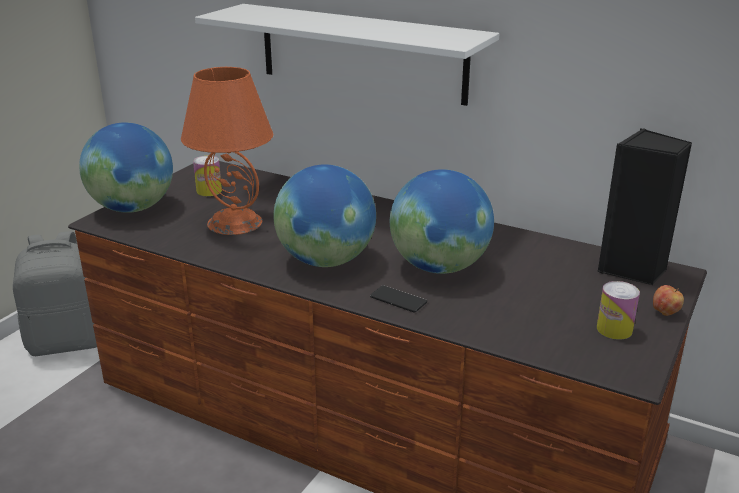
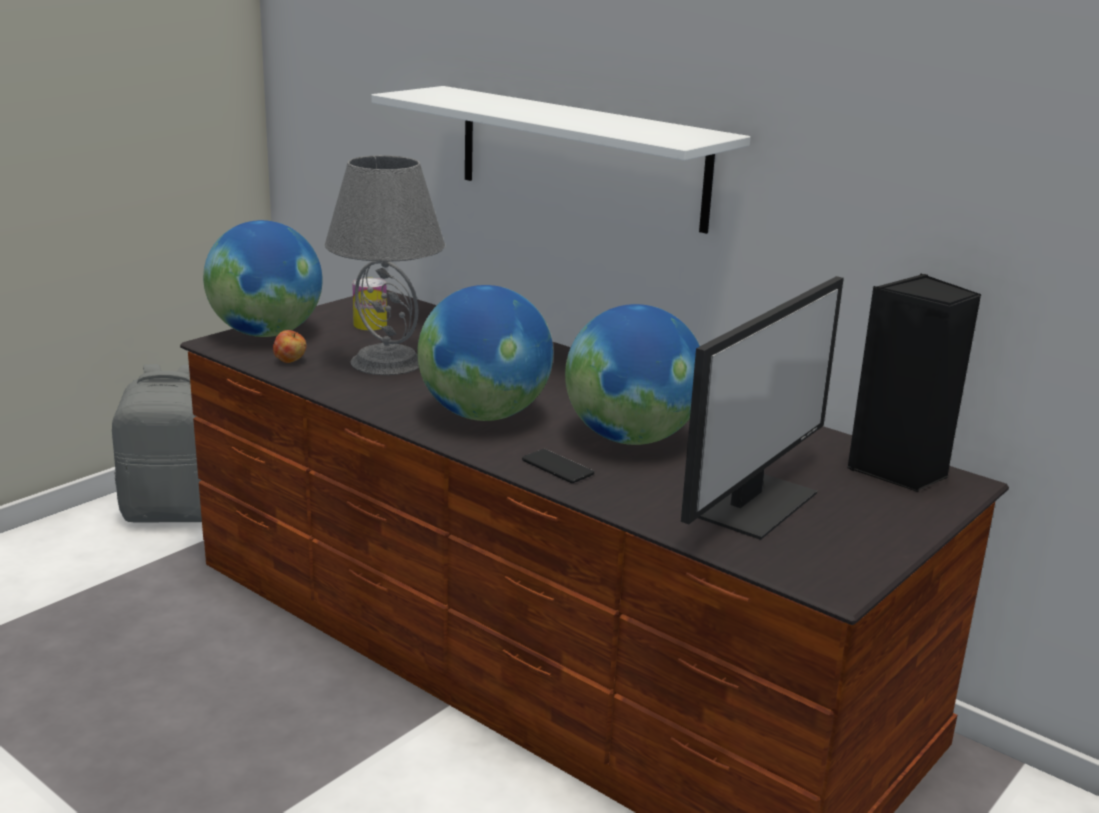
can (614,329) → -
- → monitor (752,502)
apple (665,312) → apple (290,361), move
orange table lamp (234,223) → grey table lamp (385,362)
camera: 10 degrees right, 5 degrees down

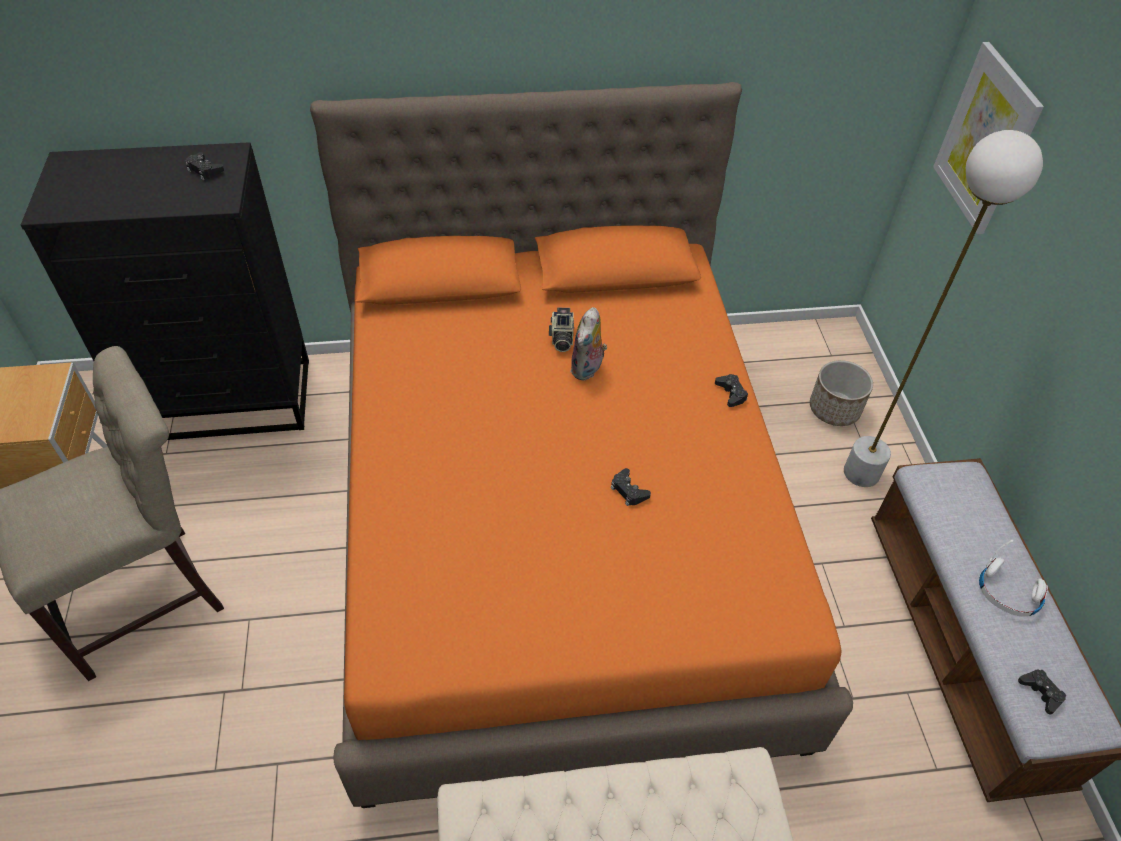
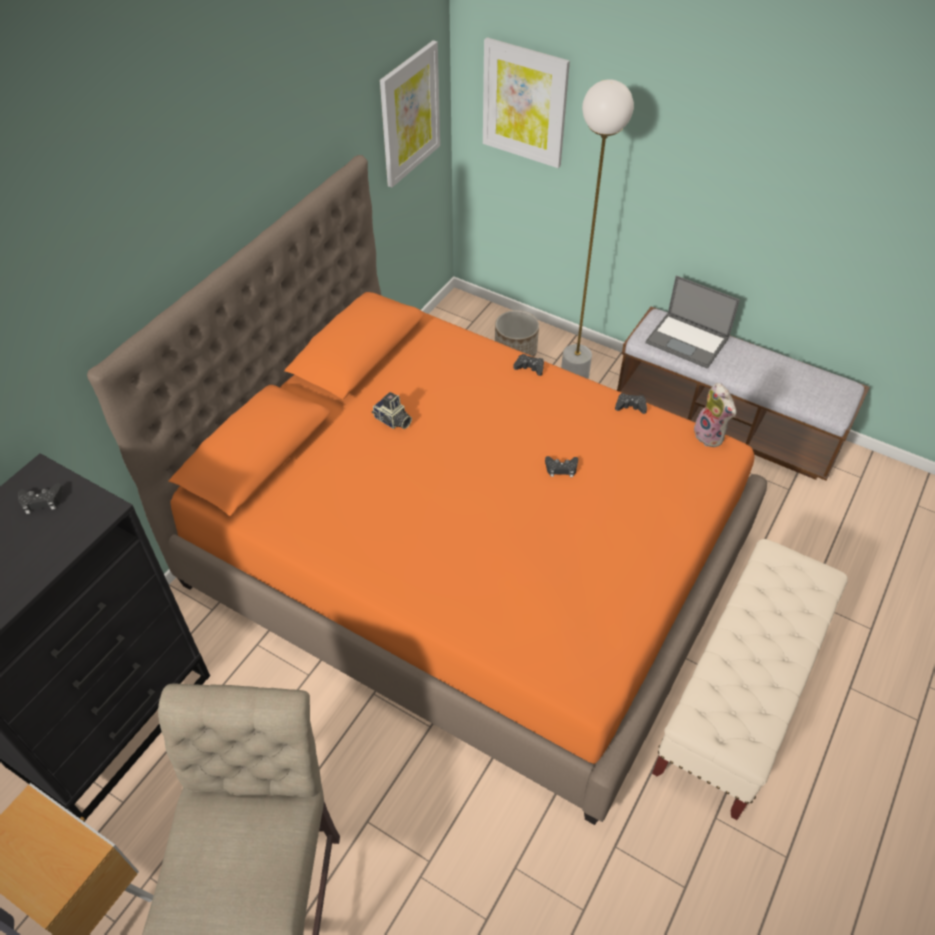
white headphones (1008,593) → -
- → picture (409,114)
- → laptop (688,340)
plush toy (588,369) → plush toy (711,435), move
black game controller (1040,692) → black game controller (630,406), move
camera: 50 degrees left, 0 degrees up

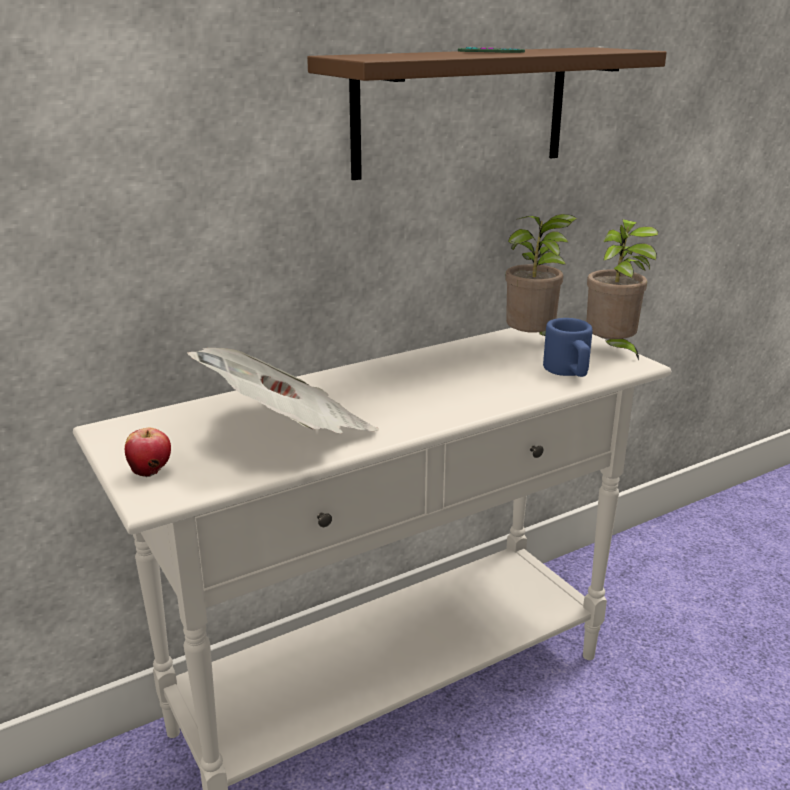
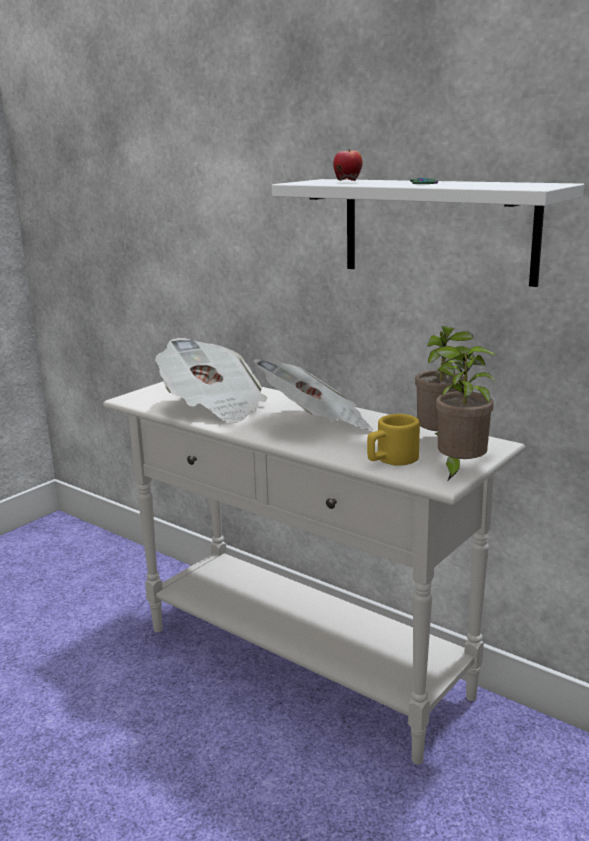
- → newspaper (315,424)
apple (151,472) → apple (348,182), move
brown shelf (462,111) → white shelf (437,229)
blue mug (569,371) → yellow mug (391,460)
camera: 70 degrees right, 5 degrees down

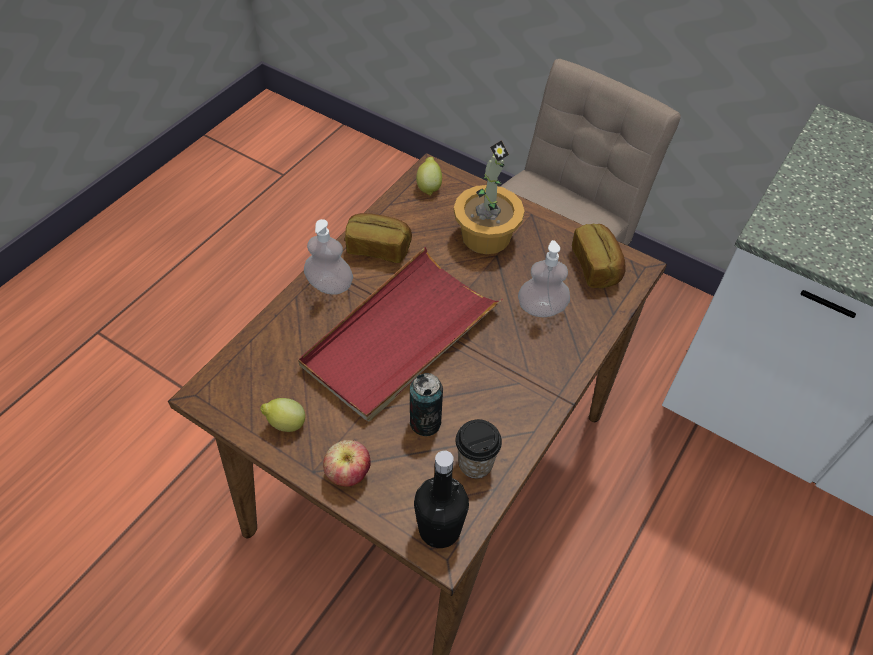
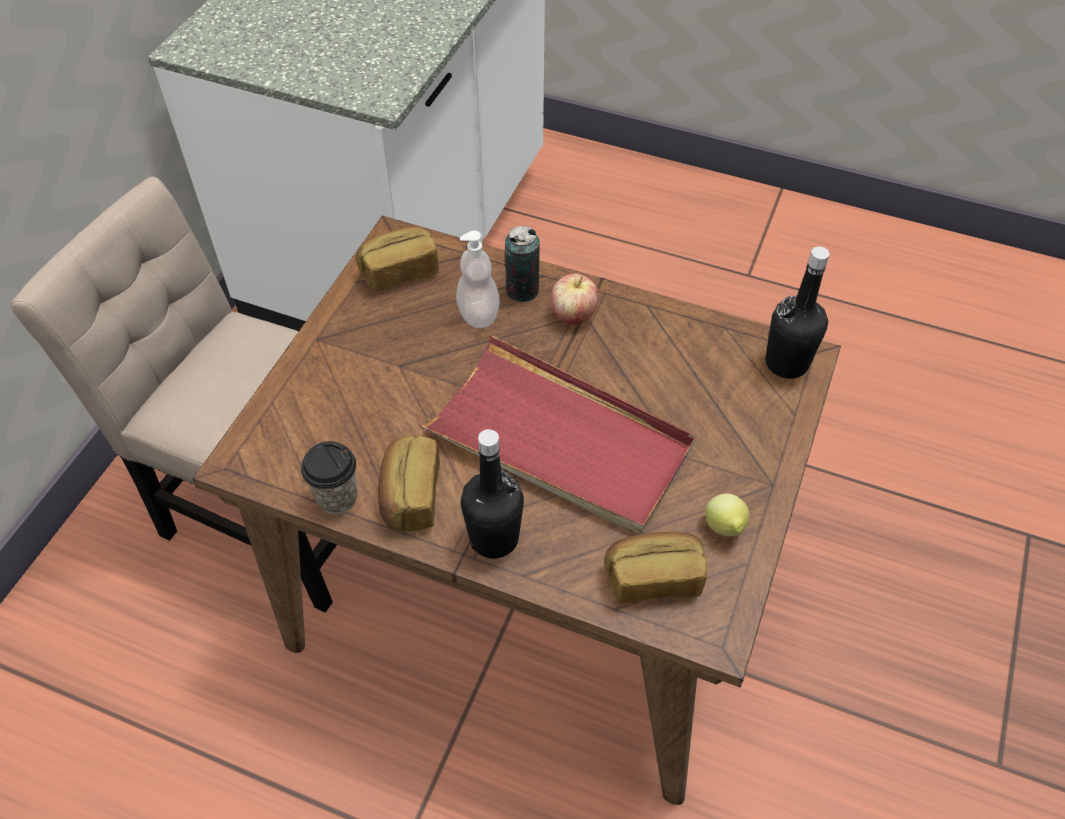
lemon (429,187) → -
potted plant (485,235) → -
- → bread (653,577)
apple (348,474) → apple (574,315), move
can (425,422) → can (522,290), move
cup (475,463) → cup (337,497), move
soap dispenser (330,285) → black bottle (494,538)
camera: 100 degrees left, 0 degrees up

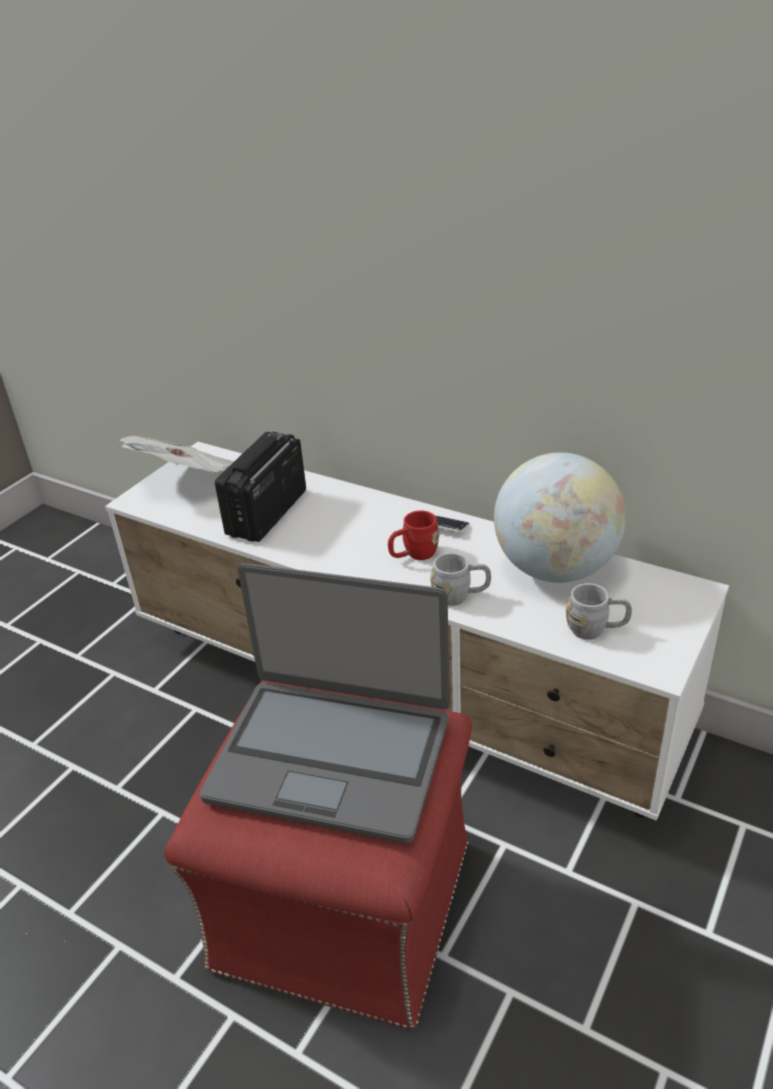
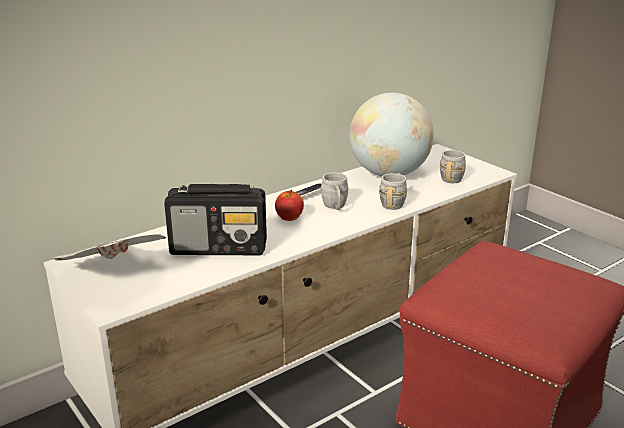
laptop (331,756) → -
- → apple (289,218)
red mug (414,554) → grey mug (335,207)
radio (266,514) → radio (219,248), 45 degrees counterclockwise
camera: 70 degrees left, 10 degrees down

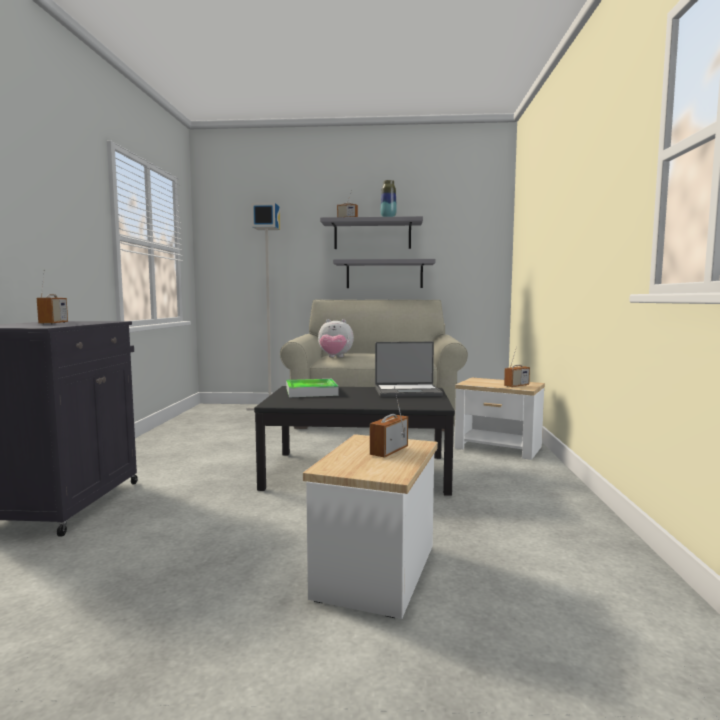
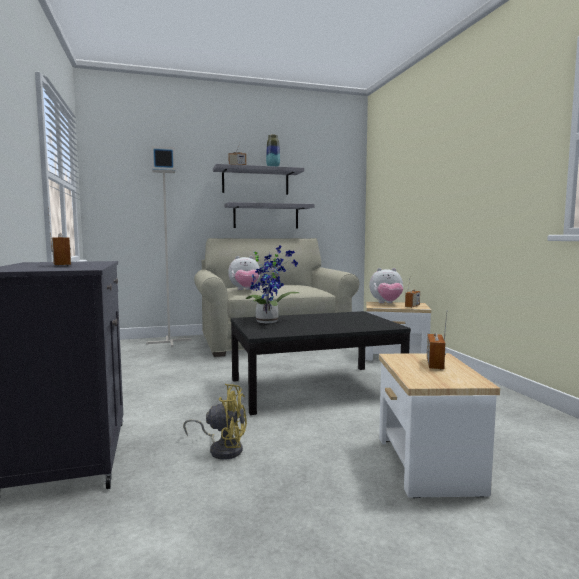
laptop (407,392) → -
- → yellow fan (222,449)
- → plush toy (386,303)
tray (311,392) → potted plant (269,321)
camera: 20 degrees left, 0 degrees up

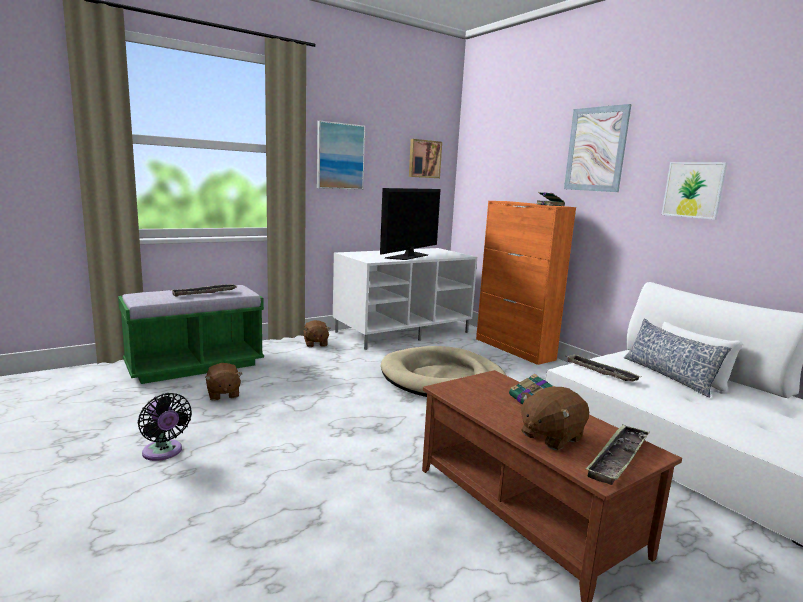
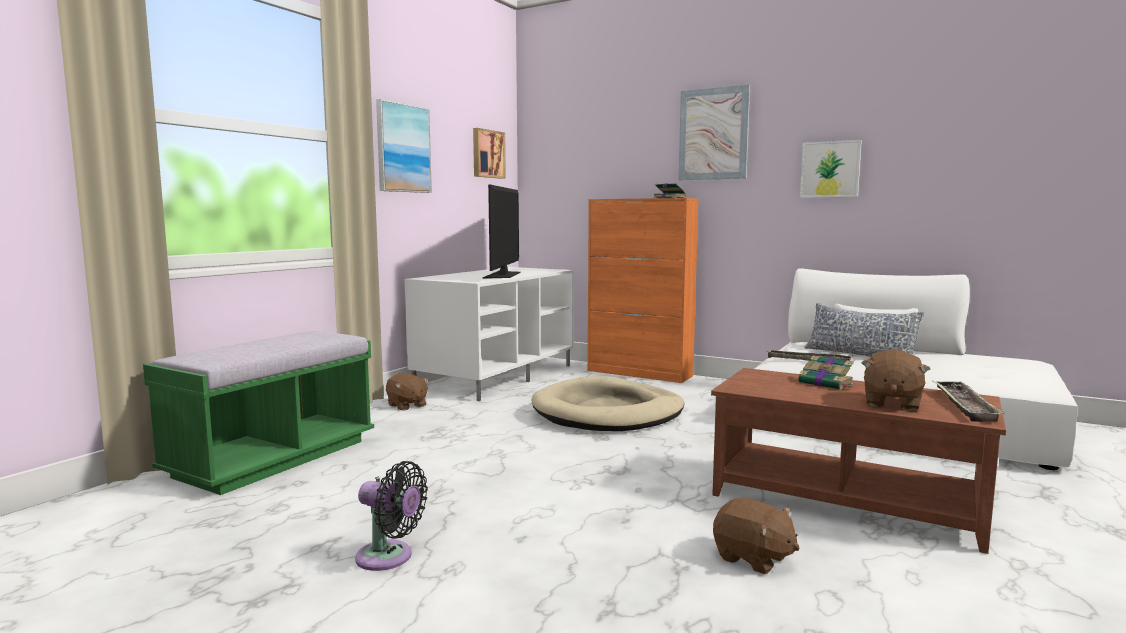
tray (205,293) → -
brown plush toy (223,394) → brown plush toy (753,558), move
camera: 25 degrees left, 5 degrees down

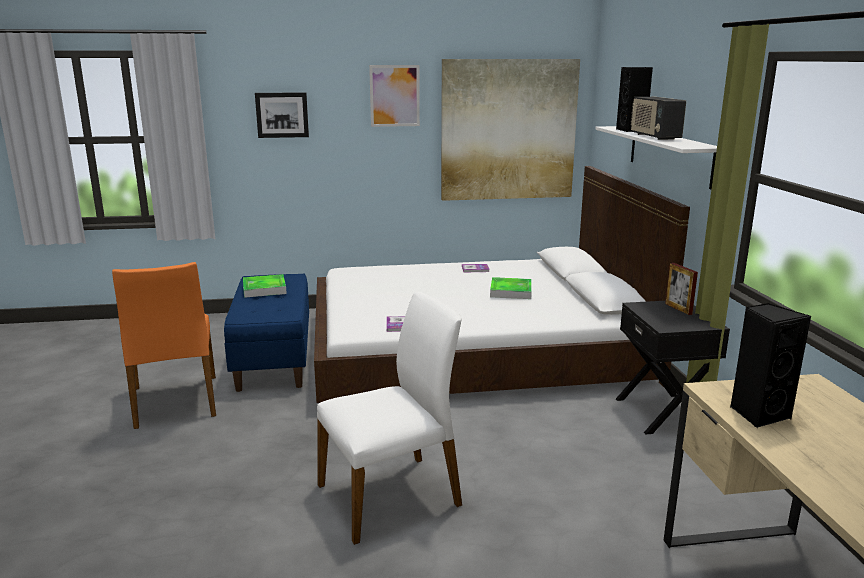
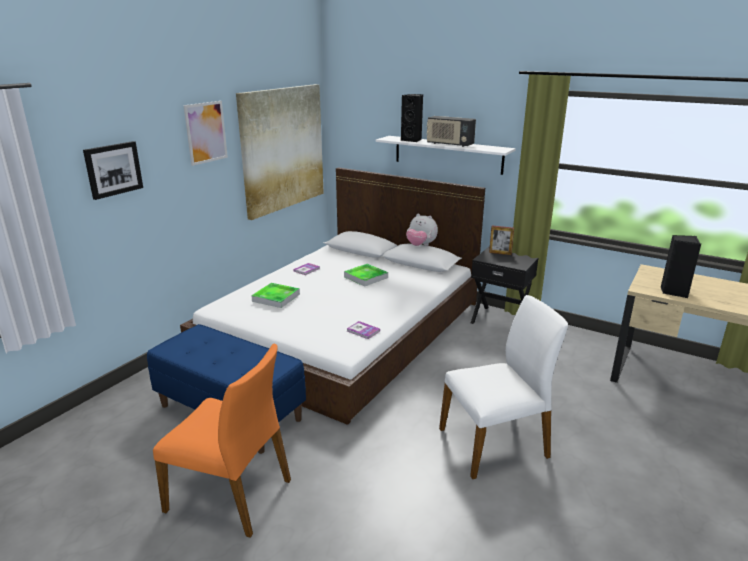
- → plush toy (420,245)
tray (264,289) → tray (276,298), move
white chair (391,495) → white chair (495,443), 60 degrees clockwise
camera: 50 degrees left, 5 degrees up

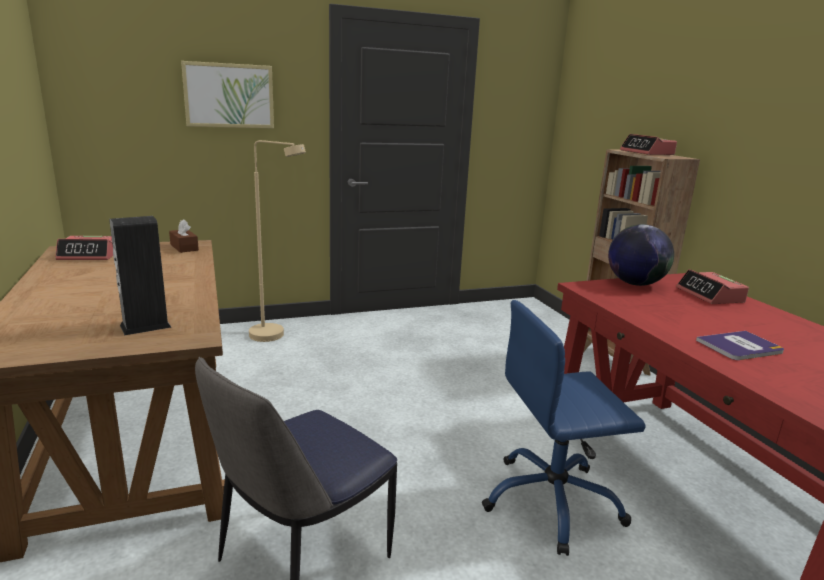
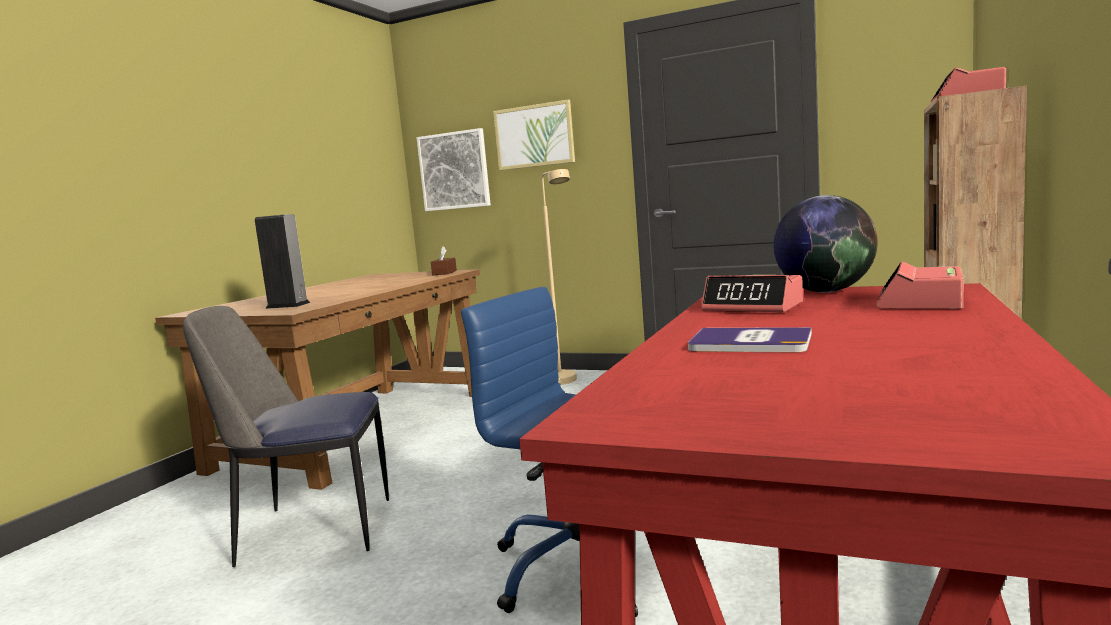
- → picture (454,171)
alarm clock (89,255) → alarm clock (753,307), move
camera: 45 degrees right, 10 degrees down

